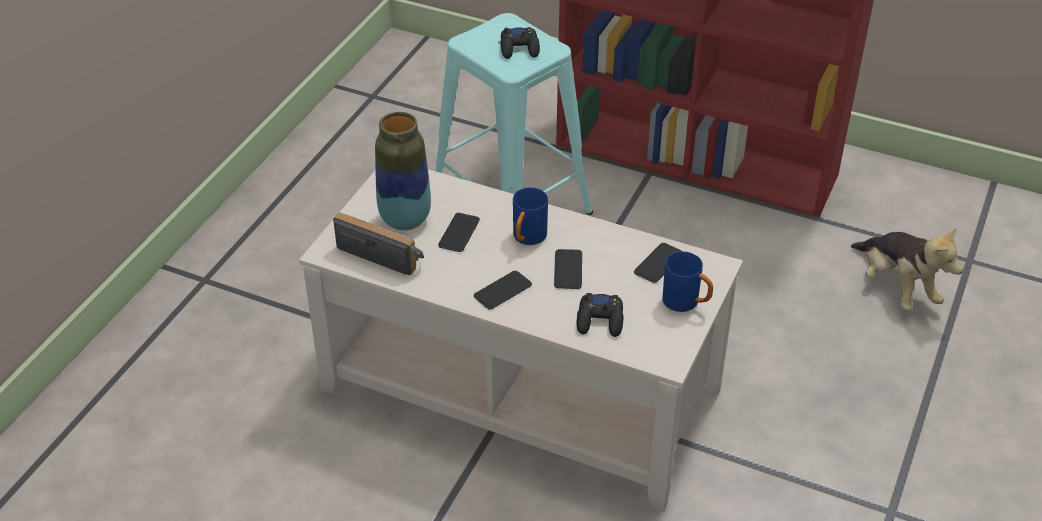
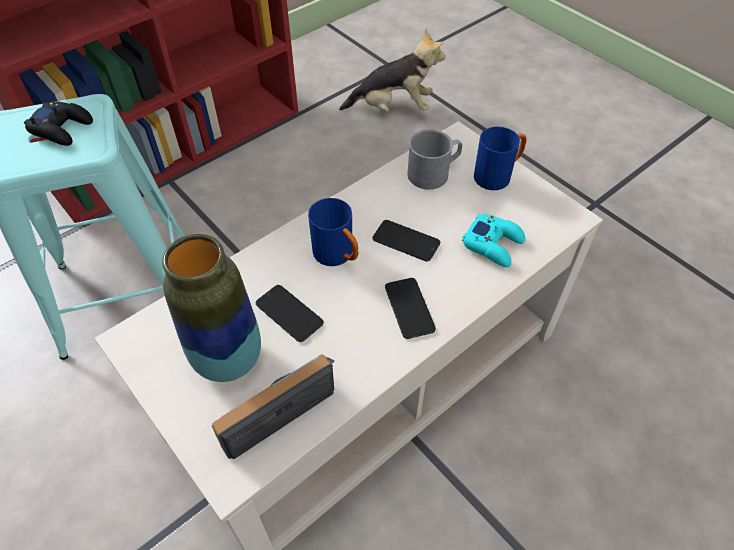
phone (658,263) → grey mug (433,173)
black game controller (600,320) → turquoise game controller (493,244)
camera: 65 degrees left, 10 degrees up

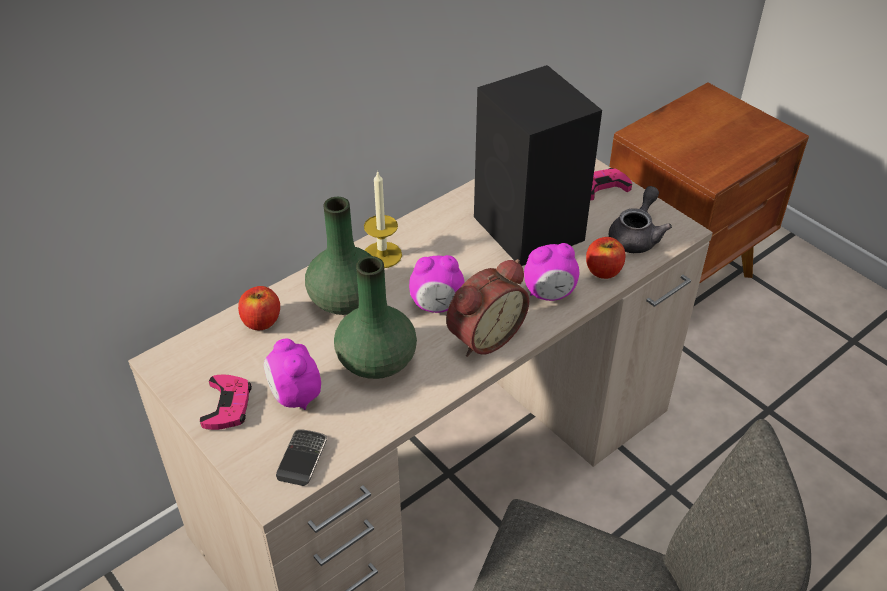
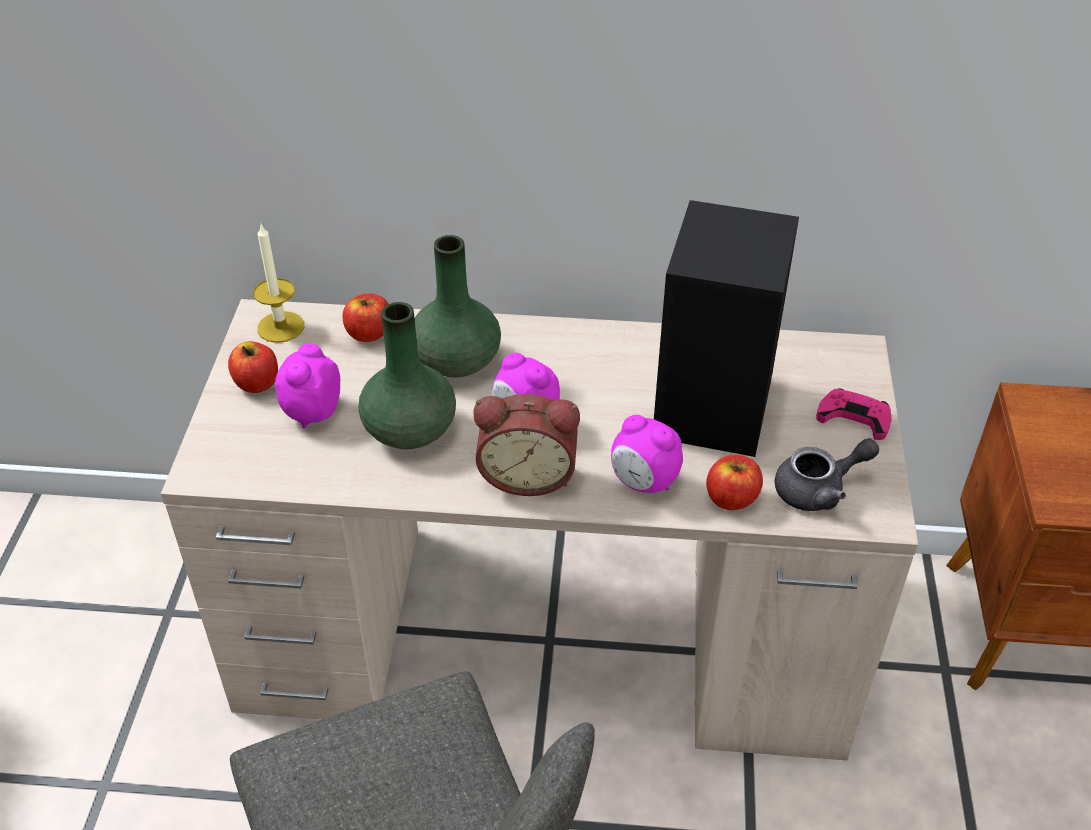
phone (302,459) → -
candle (382,255) → candle (280,327), move
pink game controller (227,406) → apple (257,383)
camera: 45 degrees right, 0 degrees up

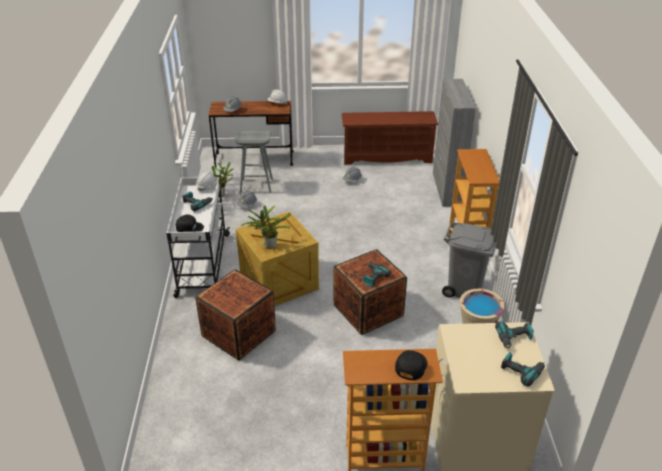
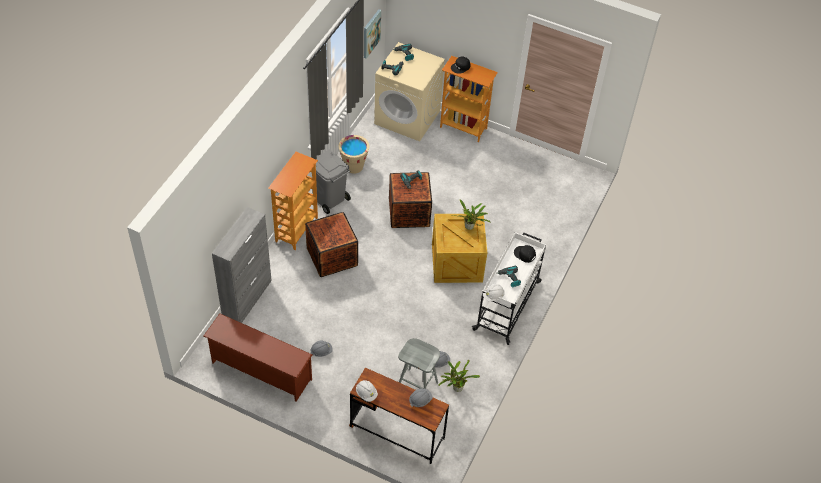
- → picture (371,33)
crate (239,333) → crate (332,256), move
camera: 155 degrees left, 15 degrees up

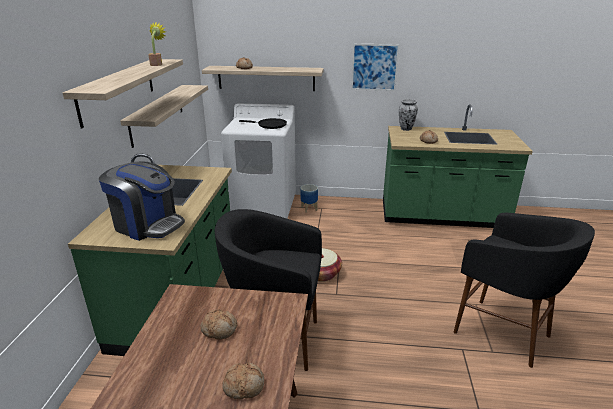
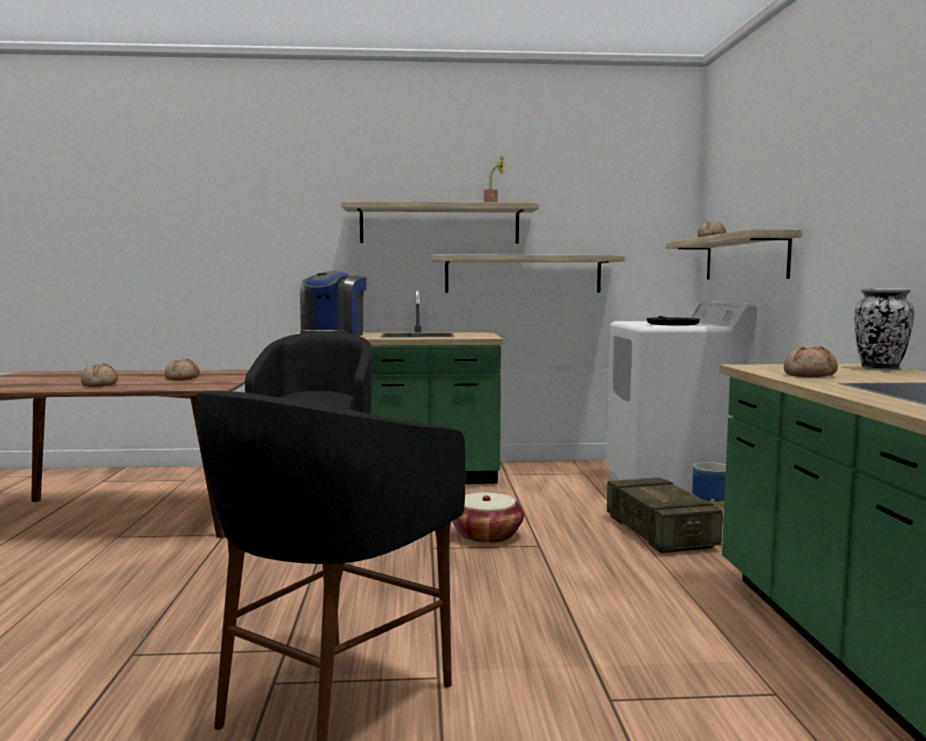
picture (374,67) → -
- → crate (659,533)
camera: 80 degrees right, 20 degrees down

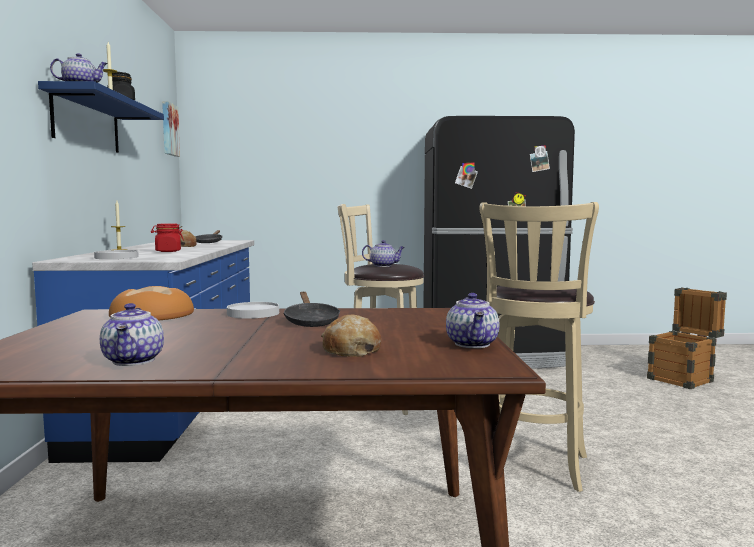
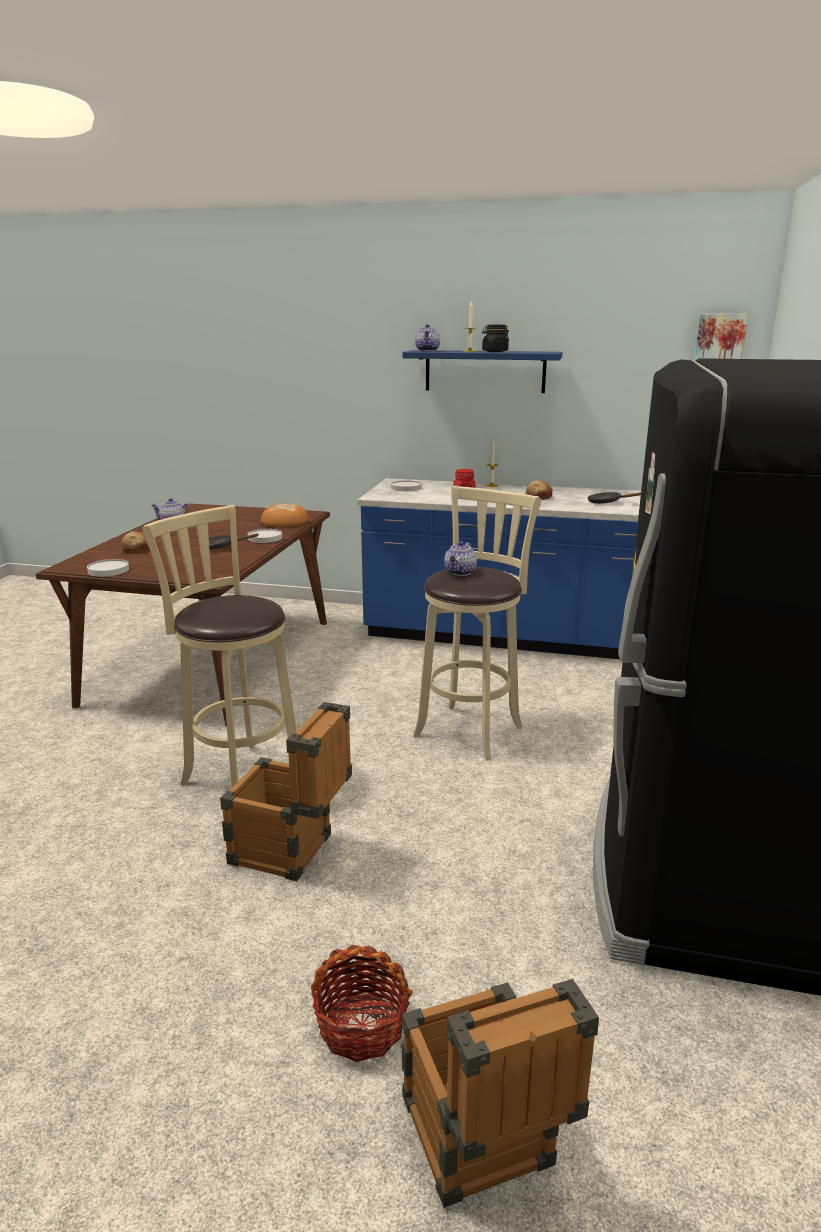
- → crate (292,852)
- → basket (361,1026)
teapot (473,344) → white plate (108,570)
camera: 105 degrees right, 15 degrees up

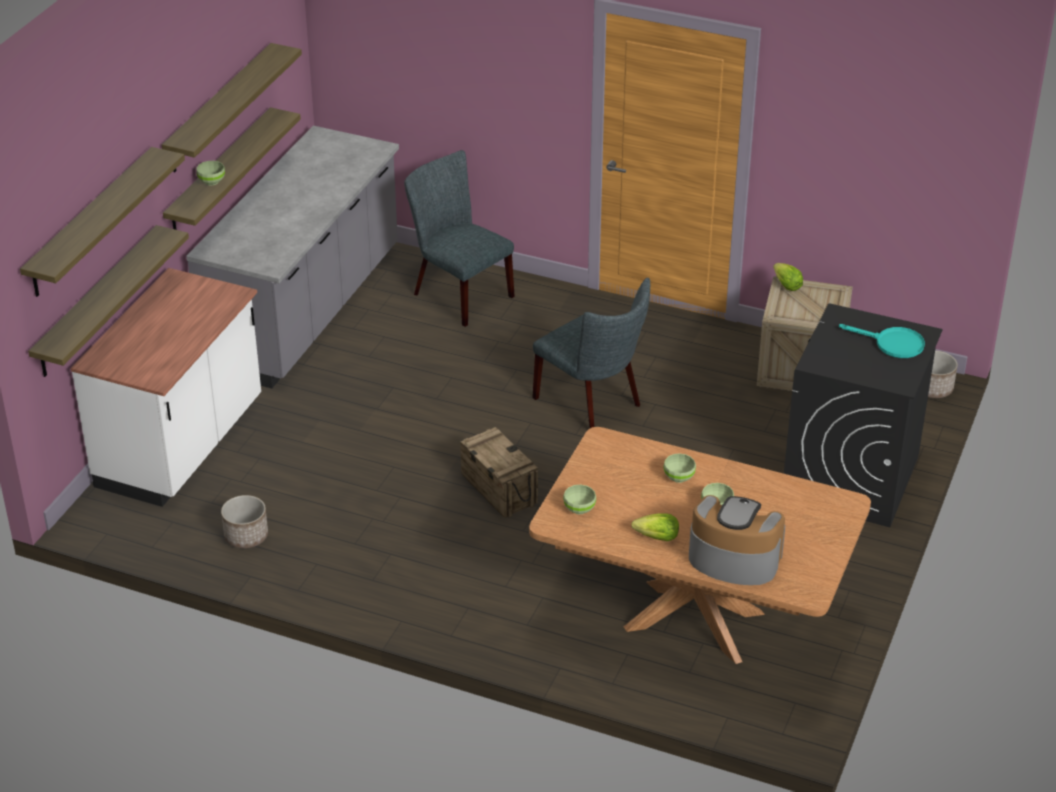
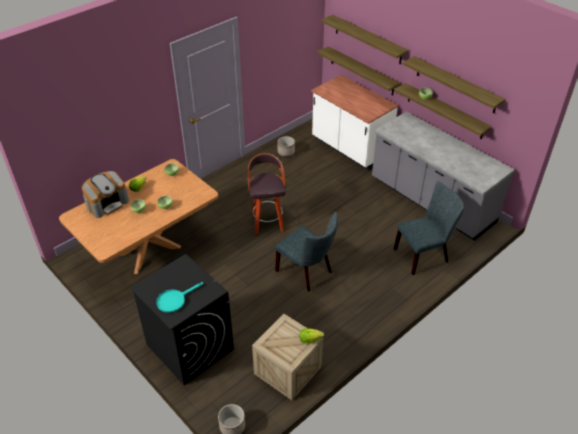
crate (498,489) → stool (267,222)
grey chair (593,403) → grey chair (307,272), 120 degrees counterclockwise
camera: 115 degrees right, 5 degrees up

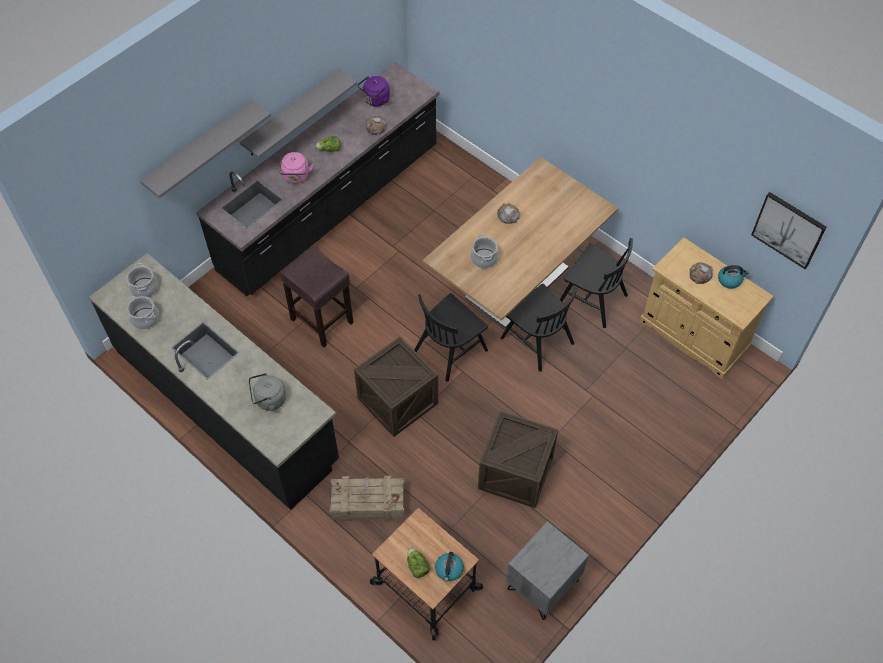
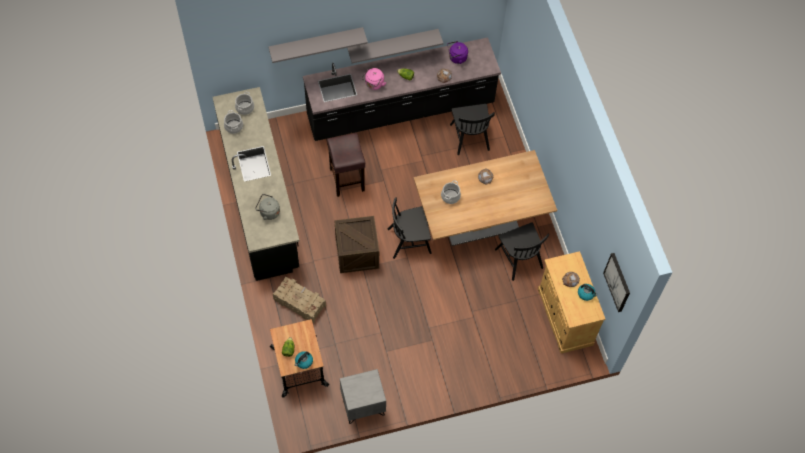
crate (515,472) → -
black chair (537,340) → black chair (469,137), move
camera: 30 degrees right, 5 degrees up

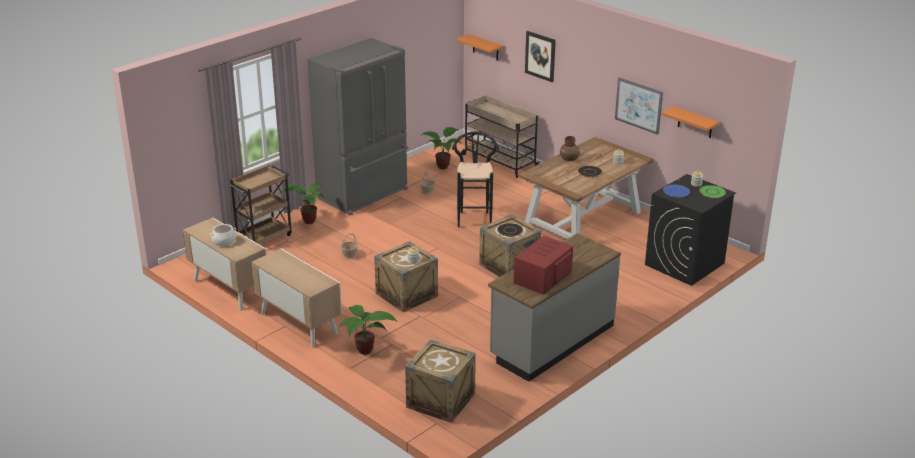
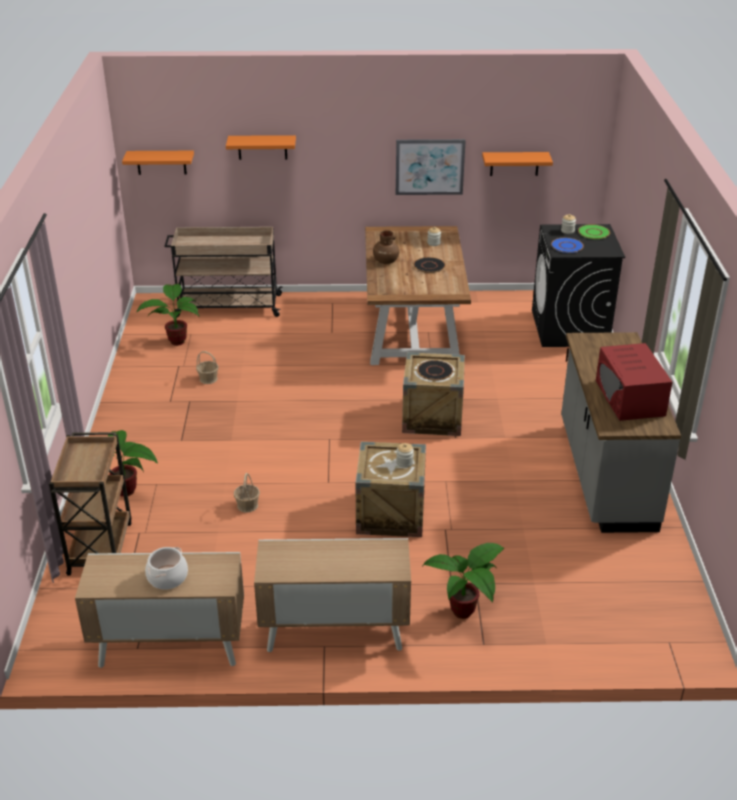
grey fridge (364,194) → -
crate (440,400) → -
black stool (474,217) → -
picture (540,56) → orange shelf (262,147)
camera: 45 degrees left, 5 degrees up

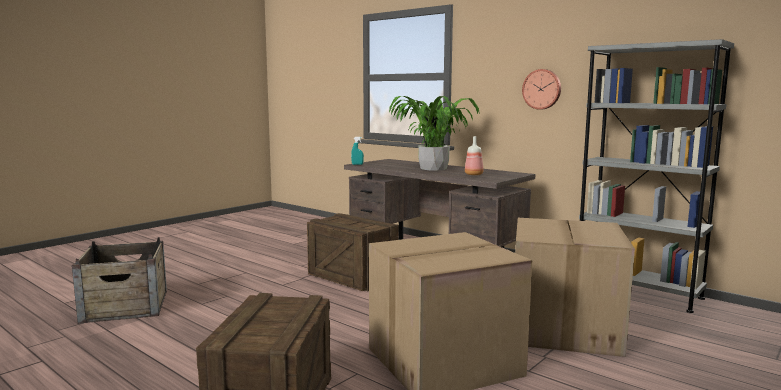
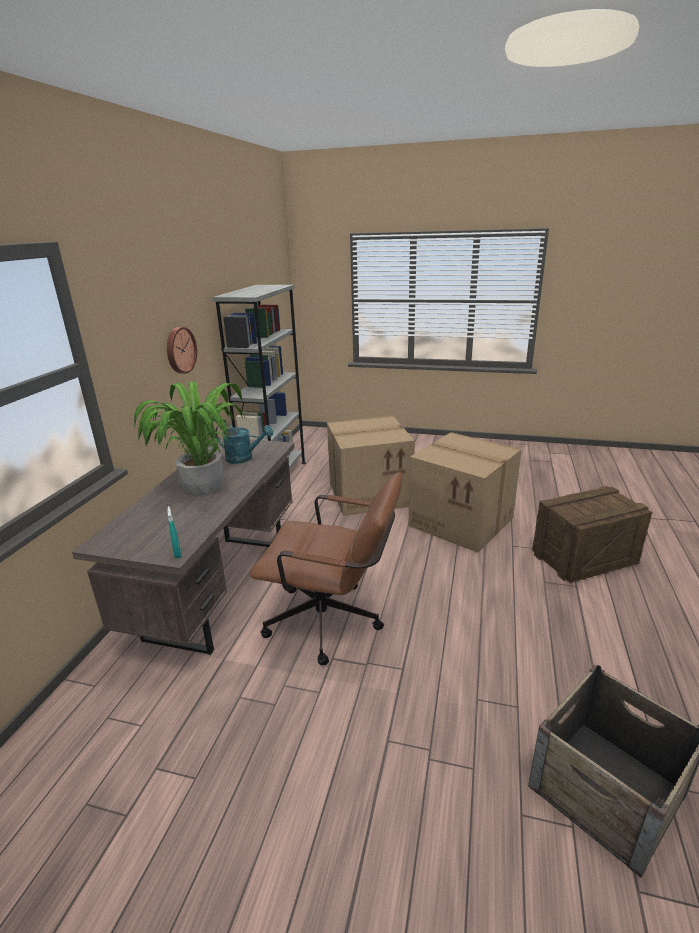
crate (352,277) → brown office chair (333,622)
bottle (474,174) → turquoise watering can (244,458)
camera: 115 degrees left, 15 degrees up

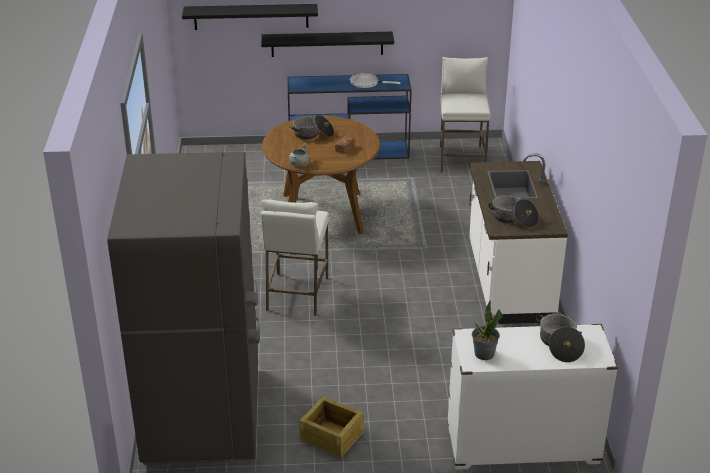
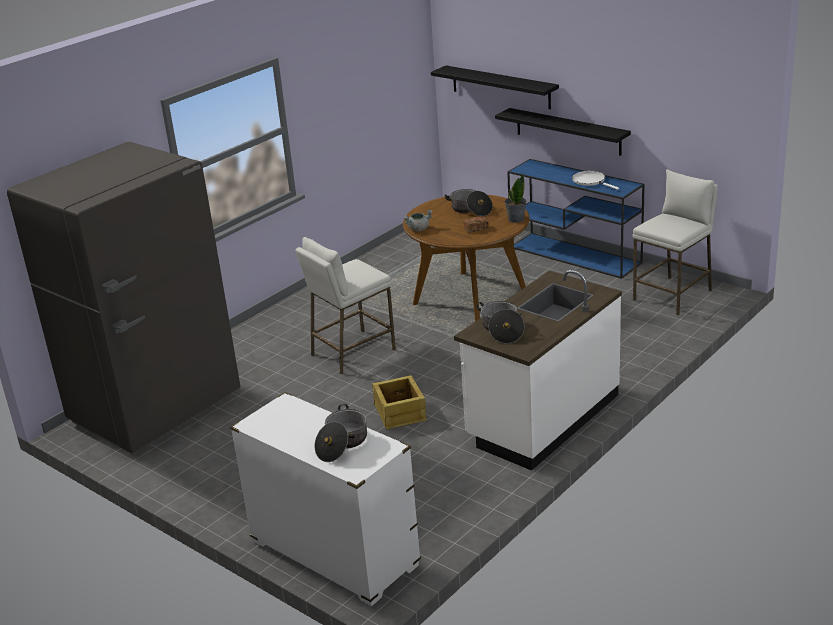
crate (331,437) → crate (399,413), move
potted plant (484,354) → potted plant (515,219), move
camera: 45 degrees right, 5 degrees down

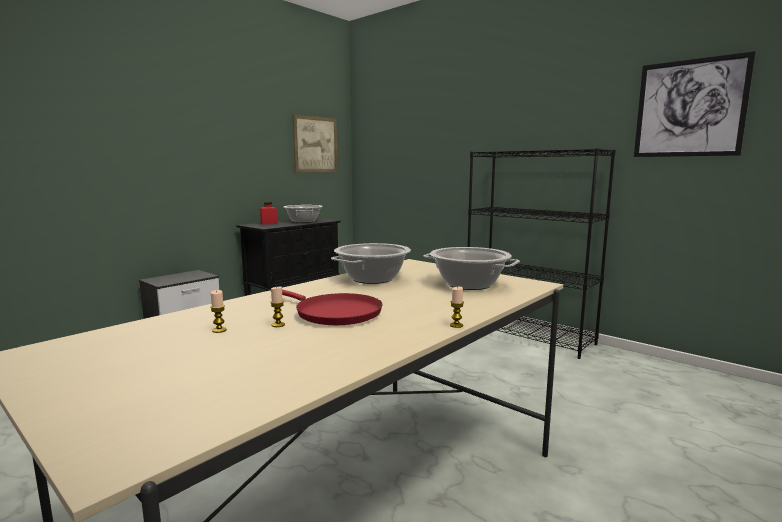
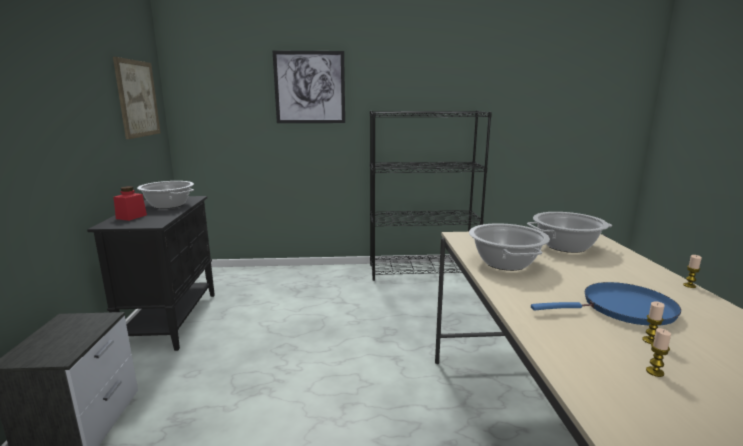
picture (689,108) → picture (310,87), move
red frying pan (334,313) → blue frying pan (622,309)
camera: 45 degrees left, 5 degrees up

